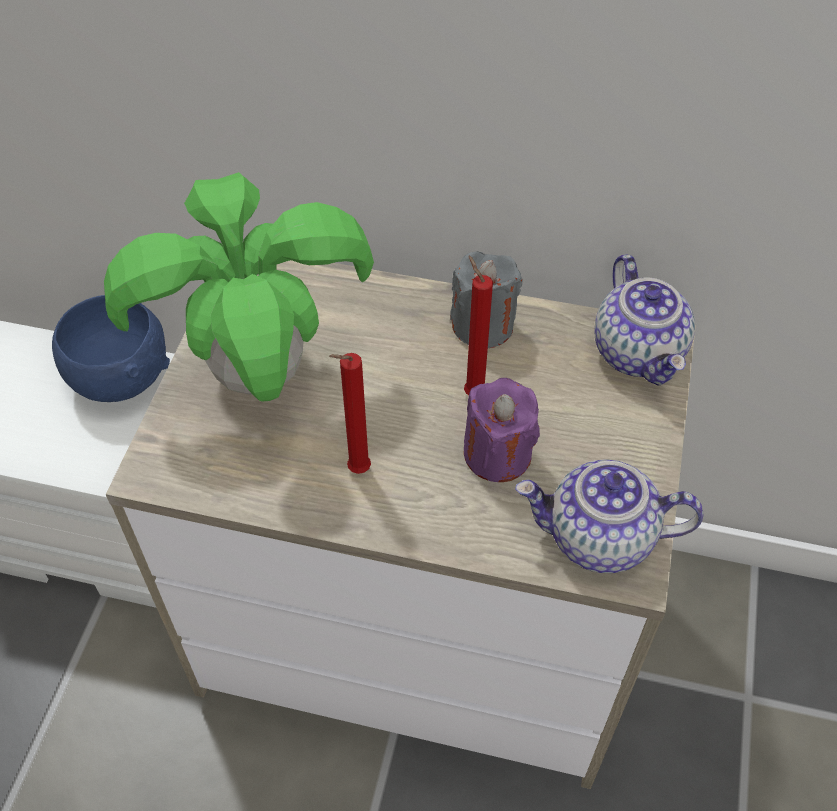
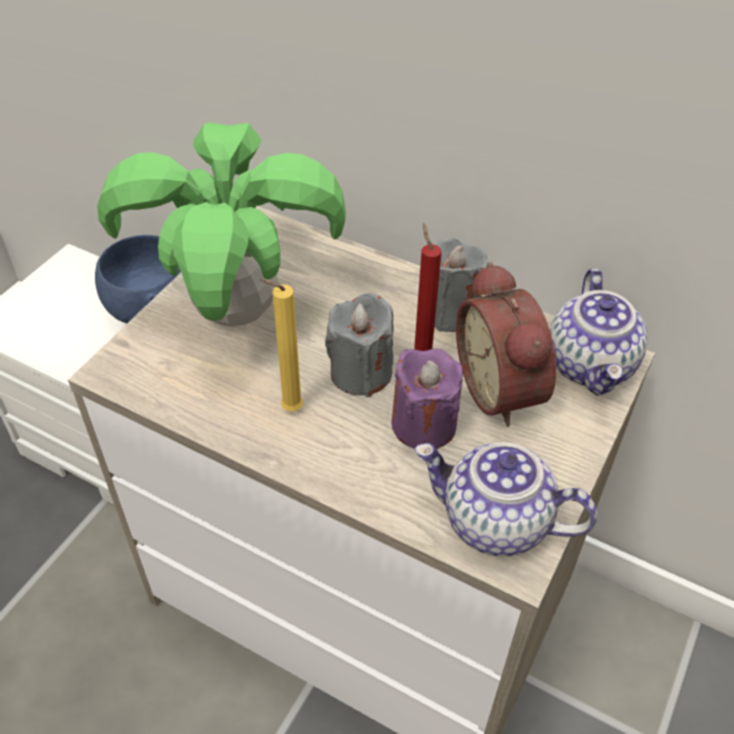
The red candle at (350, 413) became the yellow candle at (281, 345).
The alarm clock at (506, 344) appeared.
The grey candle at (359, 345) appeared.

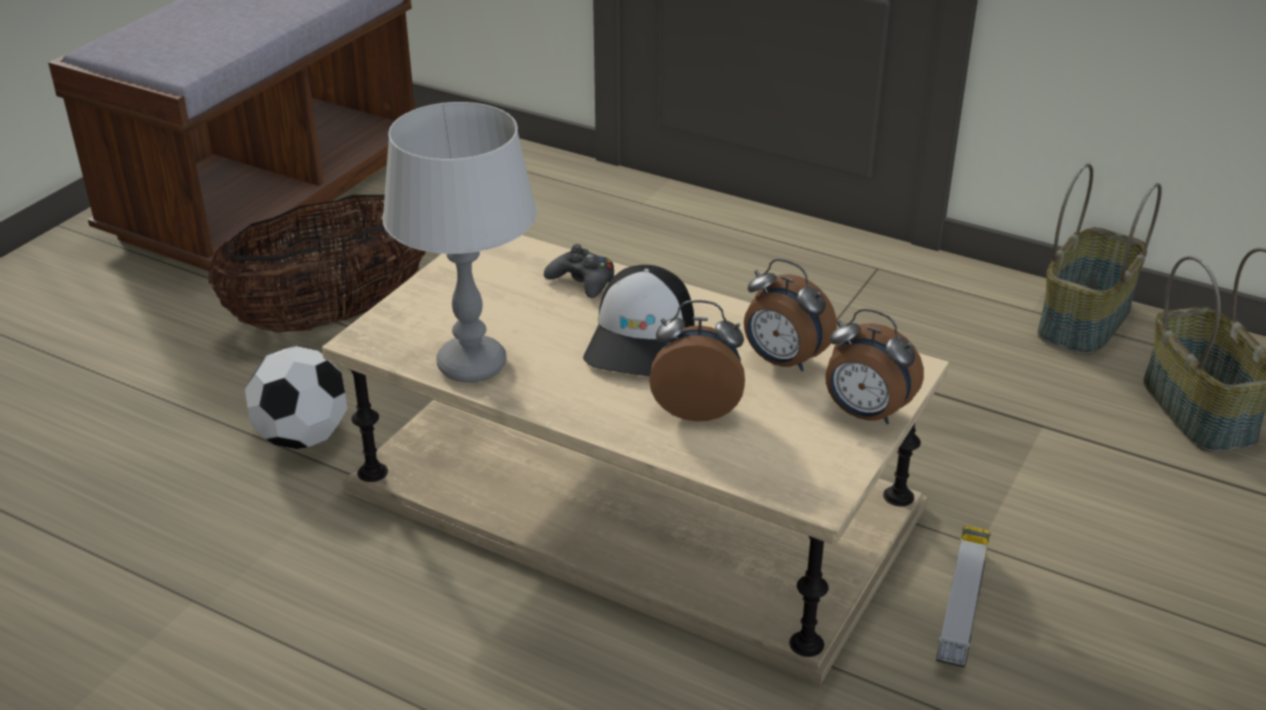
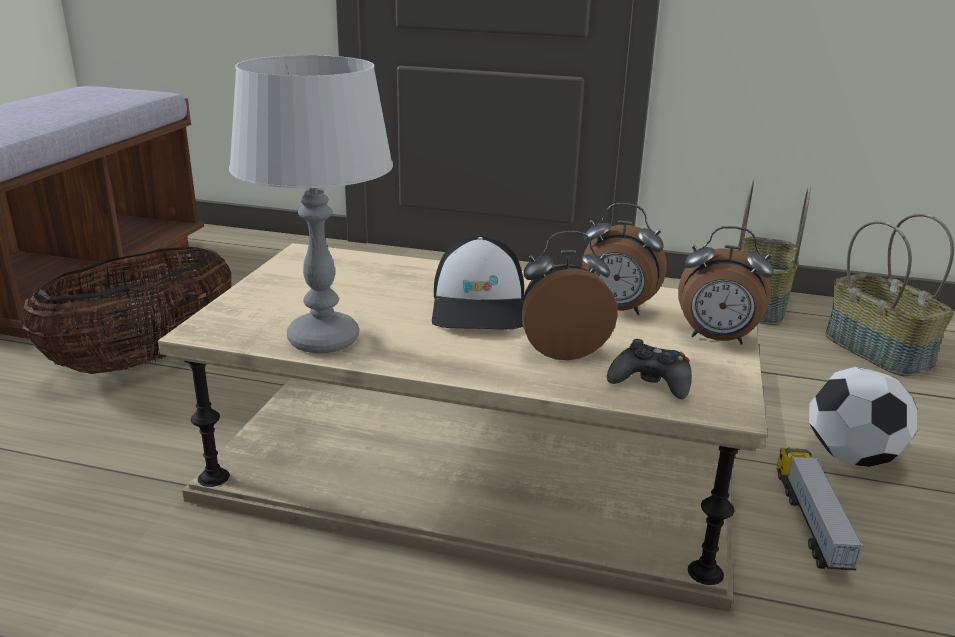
The black game controller moved from (579, 271) to (649, 369).
The football moved from (296, 397) to (863, 417).

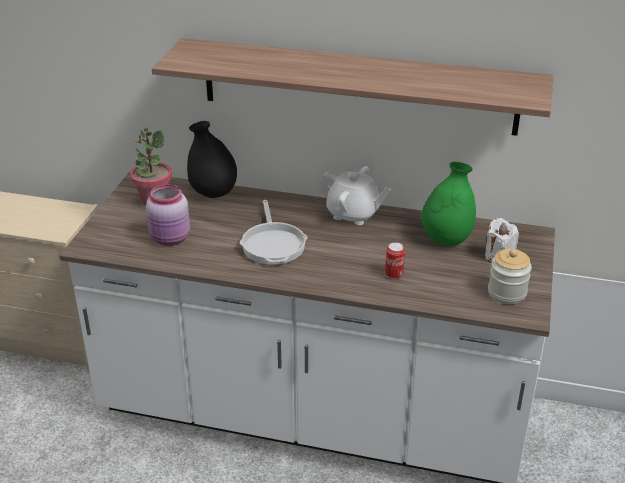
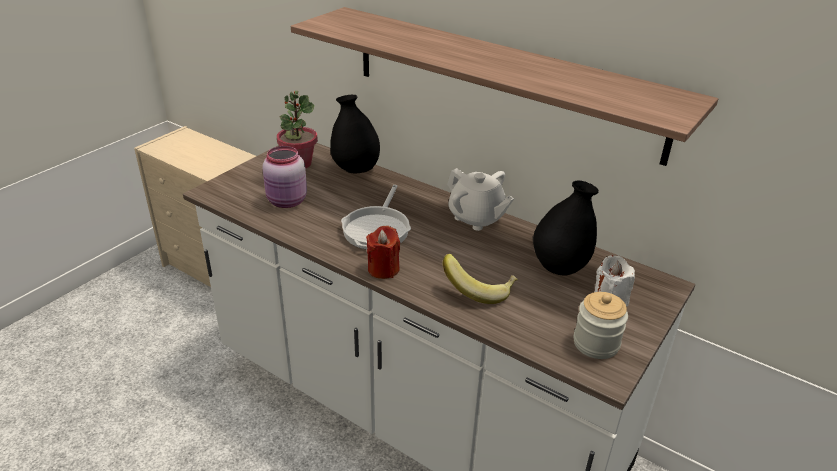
The green vase at (448, 204) became the black vase at (566, 228).
The can at (395, 260) was replaced by the banana at (480, 279).
The red candle at (383, 252) appeared.

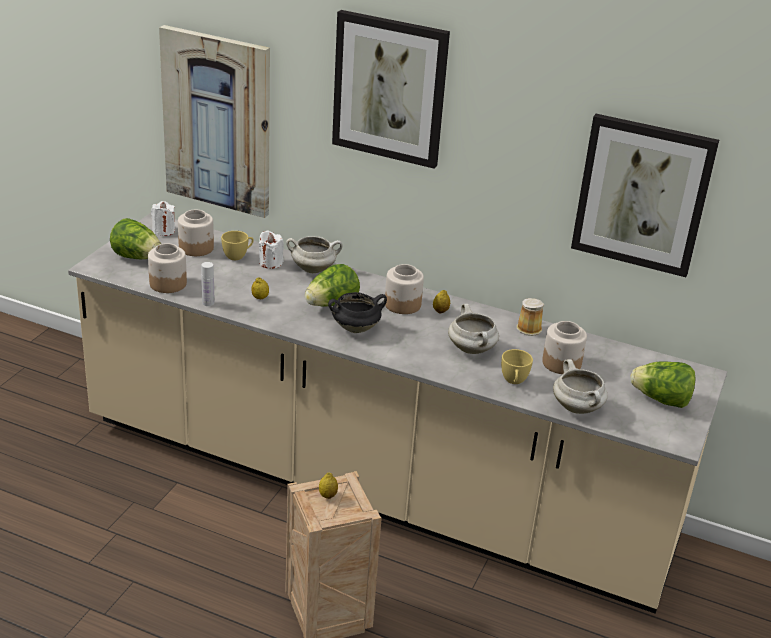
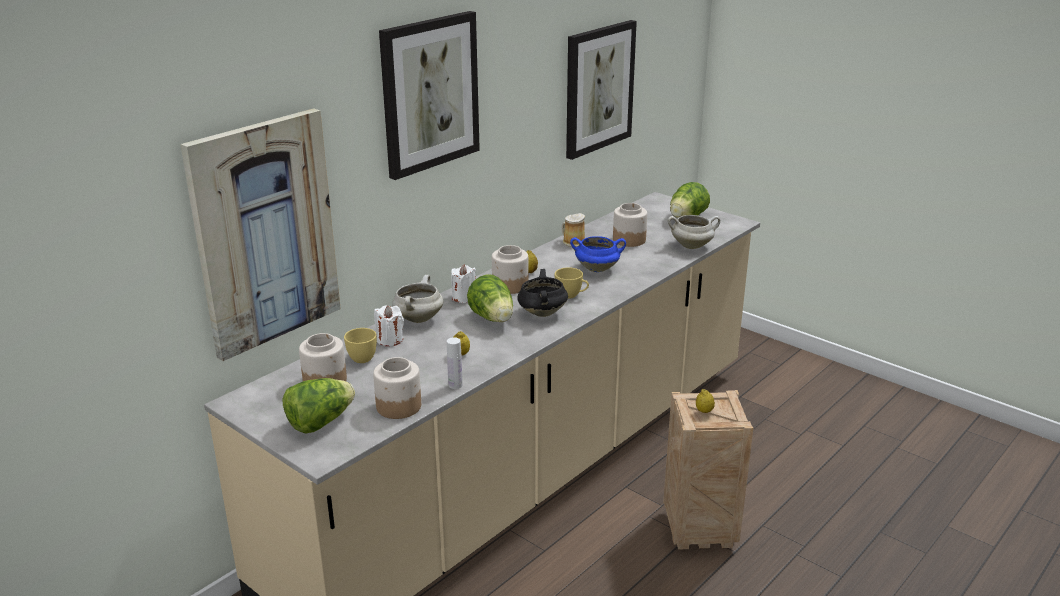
The white candle moved from (163, 218) to (463, 283).
The white cooking pot at (473, 329) became the blue cooking pot at (598, 254).
The yellow cup moved from (517, 366) to (572, 283).

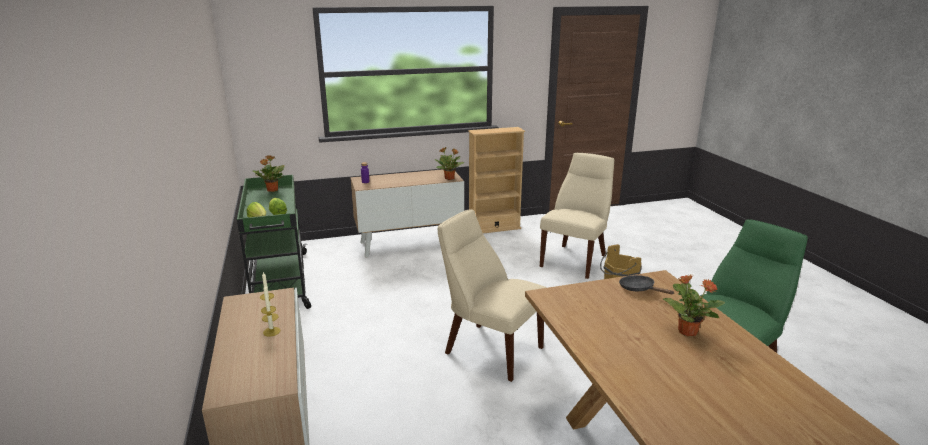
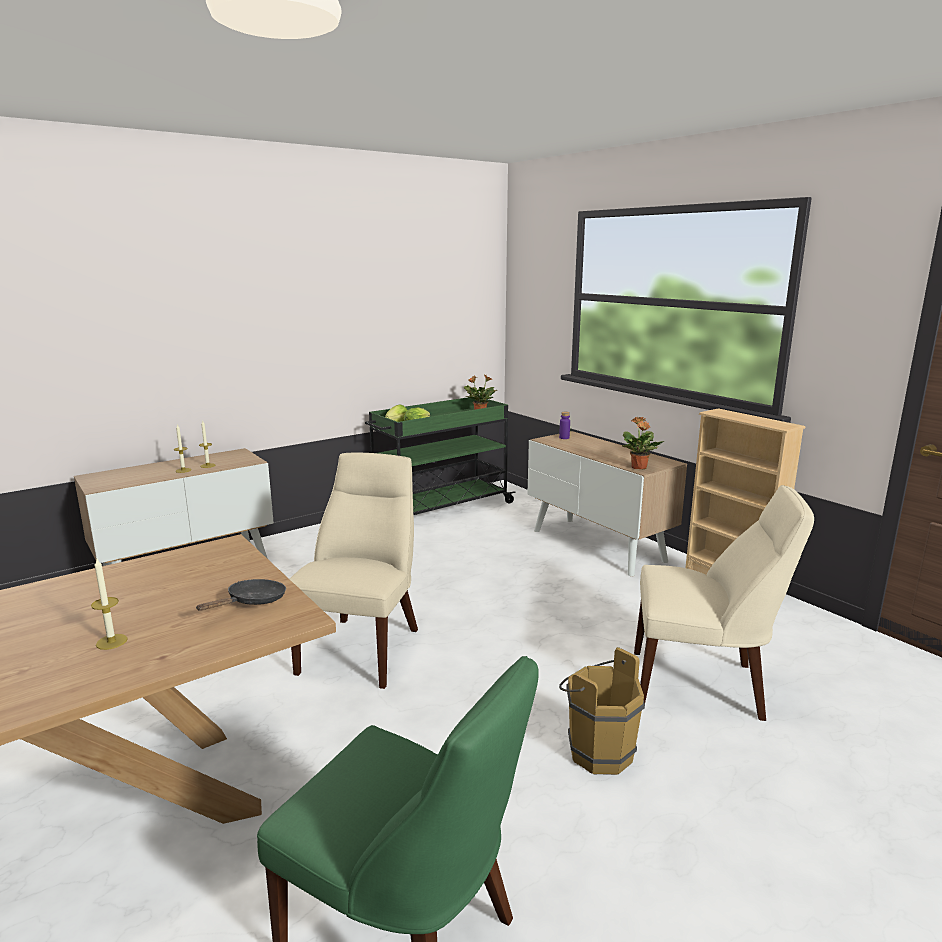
The potted plant at (694, 305) was replaced by the candle at (109, 604).

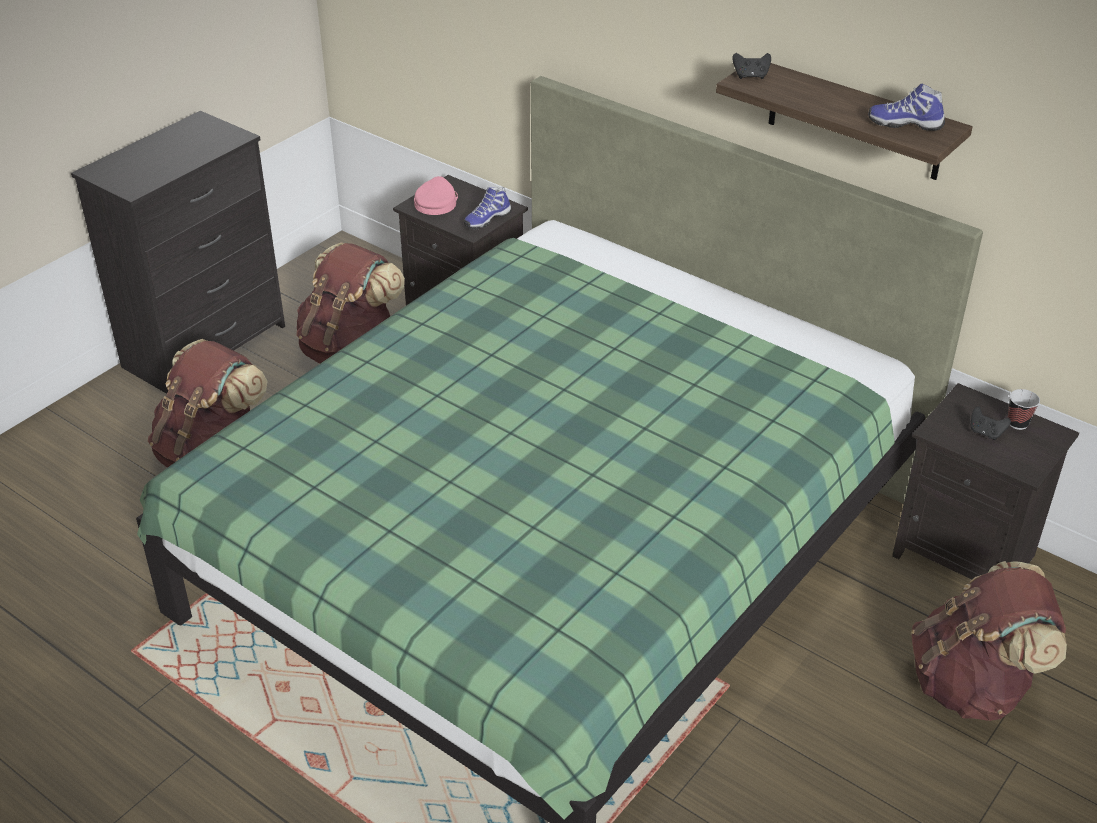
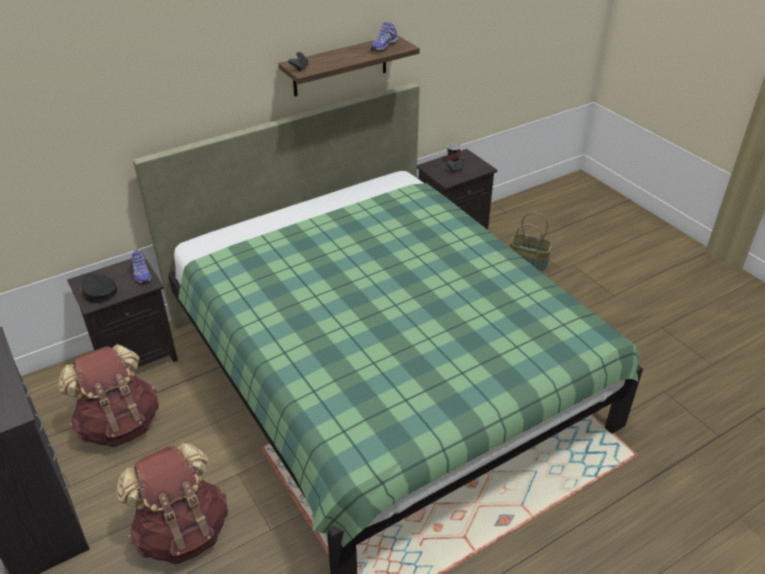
The pink cap at (436, 195) became the black cap at (98, 288).
The brown backpack at (989, 641) was replaced by the basket at (531, 241).

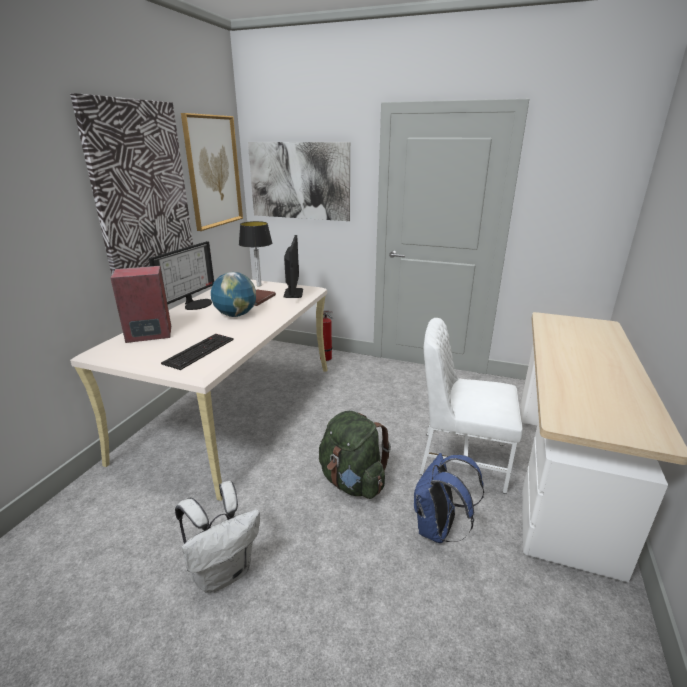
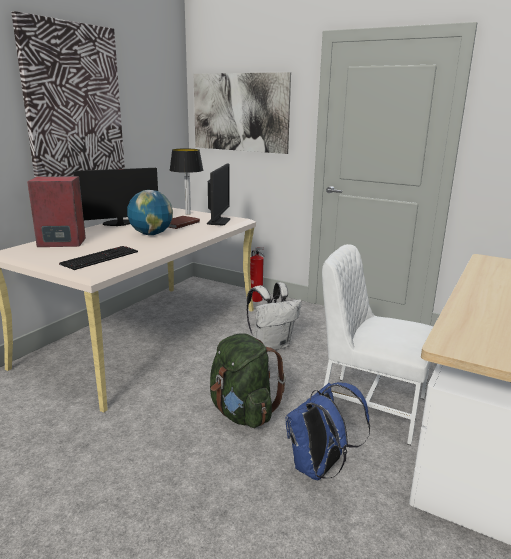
The picture at (212, 172) disappeared.
The monitor at (181, 275) turned 150 degrees counterclockwise.
The white backpack moved from (217, 537) to (274, 317).

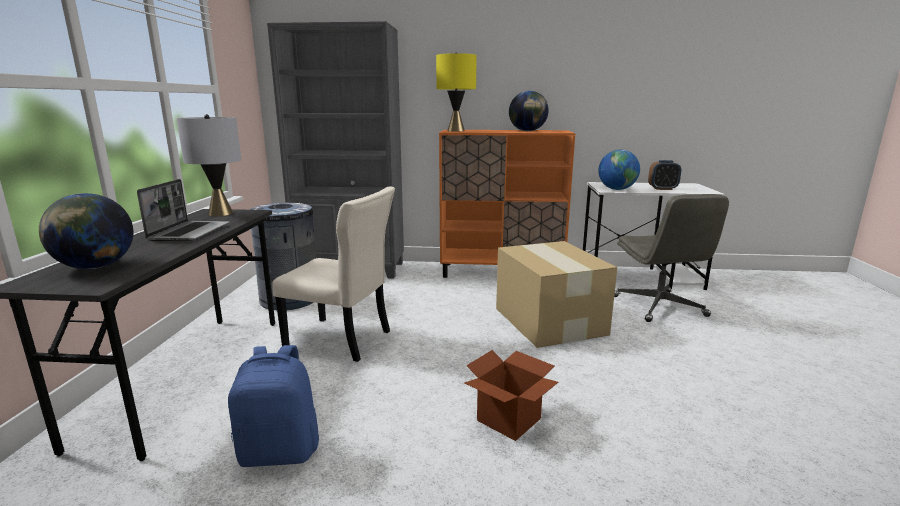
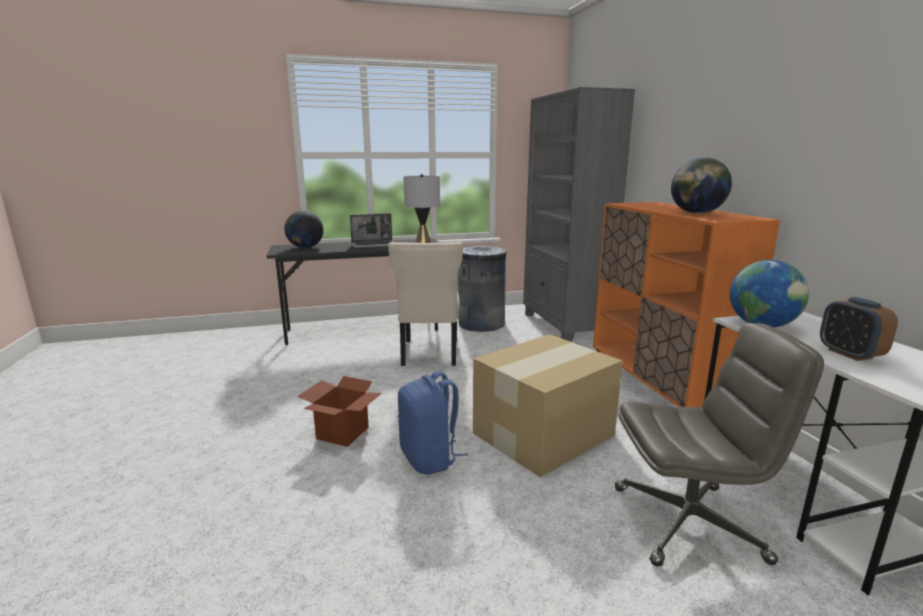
The yellow table lamp at (456, 92) disappeared.
The grey office chair at (671, 258) turned 150 degrees counterclockwise.
The blue backpack moved from (273, 406) to (433, 422).

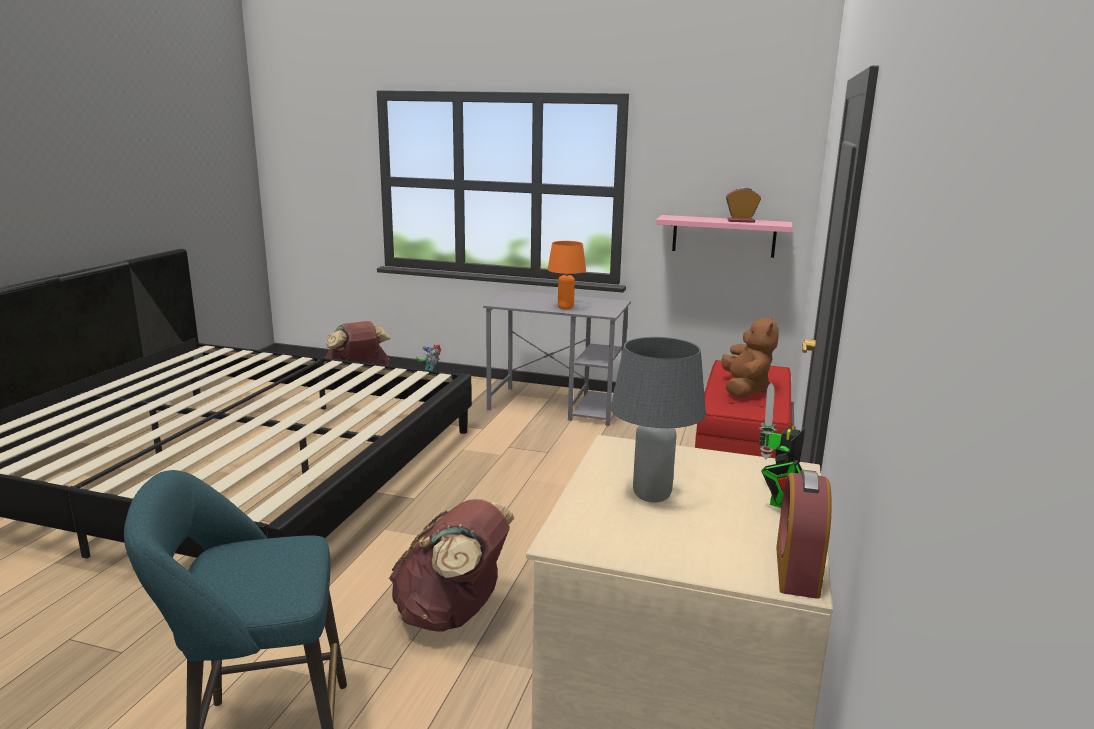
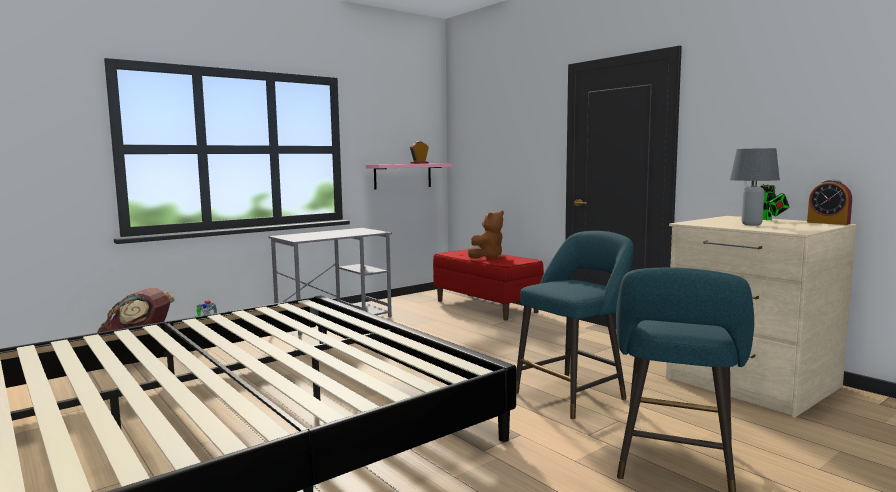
The orange table lamp at (566, 275) disappeared.
The brown plush toy at (750, 356) turned 90 degrees clockwise.
The brown backpack at (451, 565) was replaced by the turquoise stool at (575, 325).

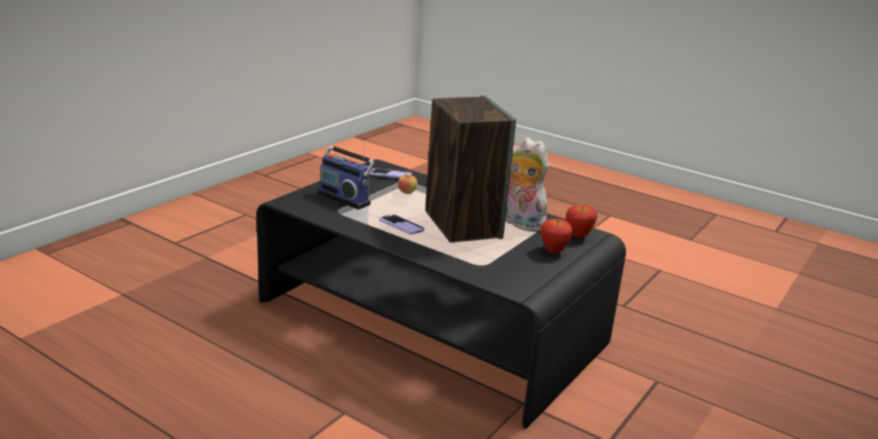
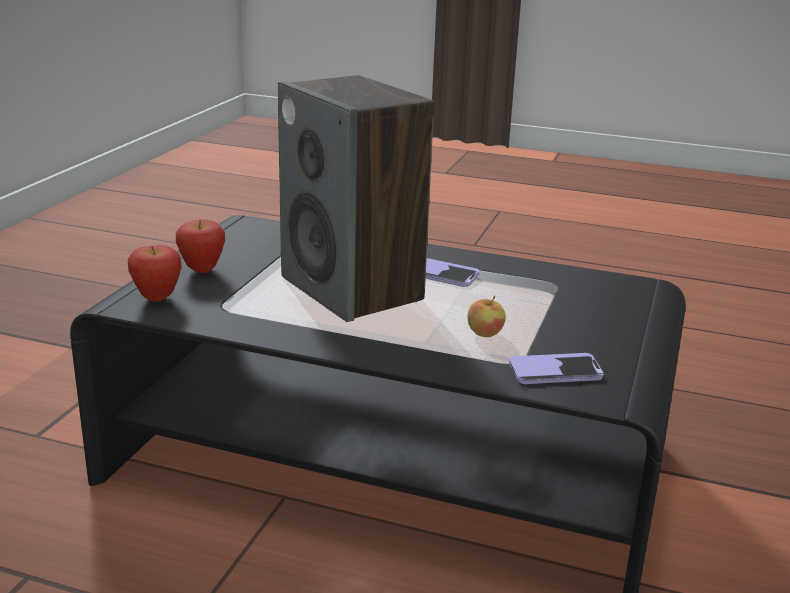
The radio at (346, 173) disappeared.
The plush toy at (527, 185) disappeared.

